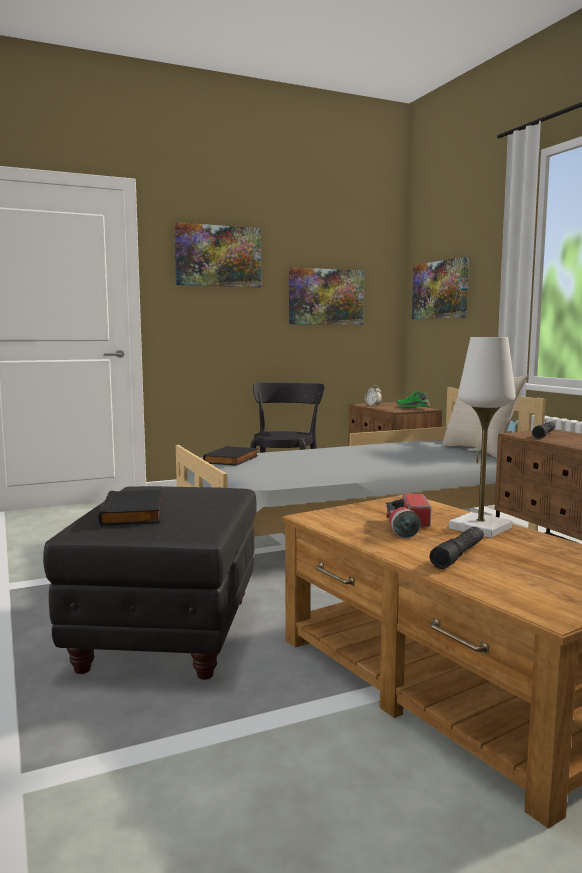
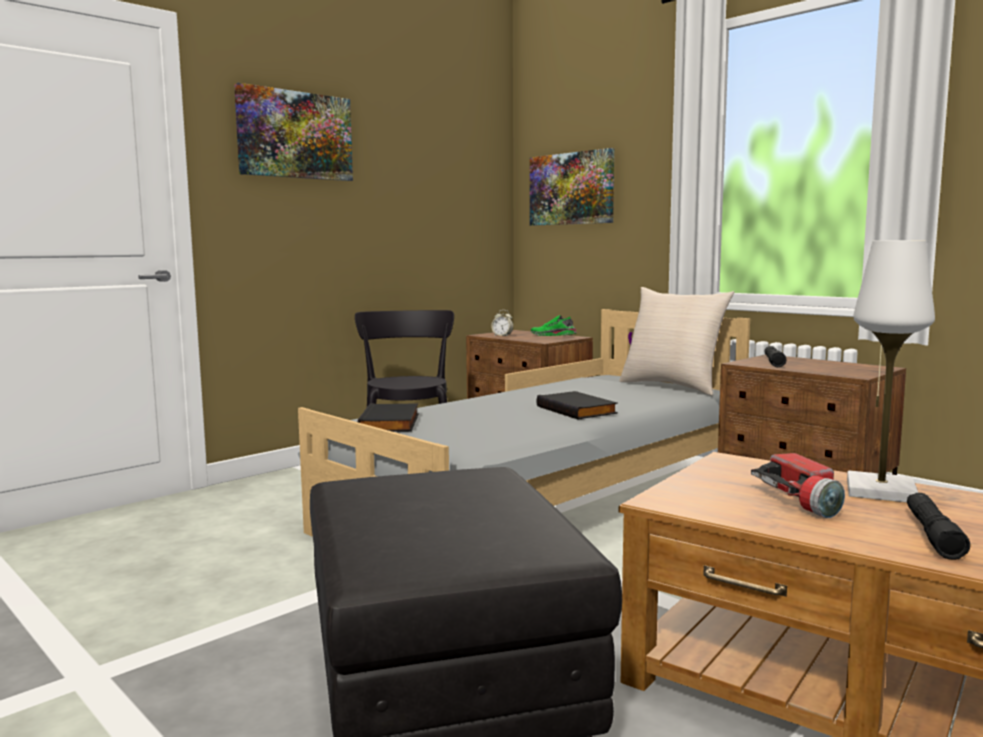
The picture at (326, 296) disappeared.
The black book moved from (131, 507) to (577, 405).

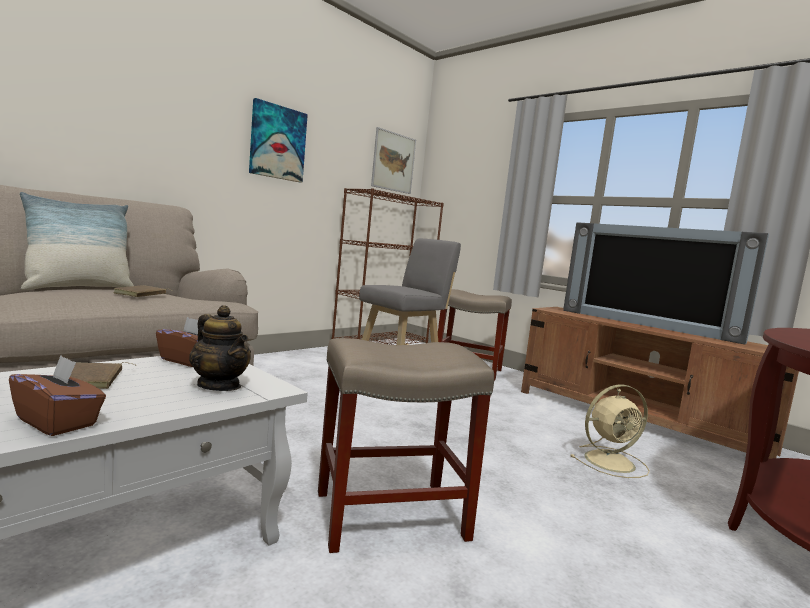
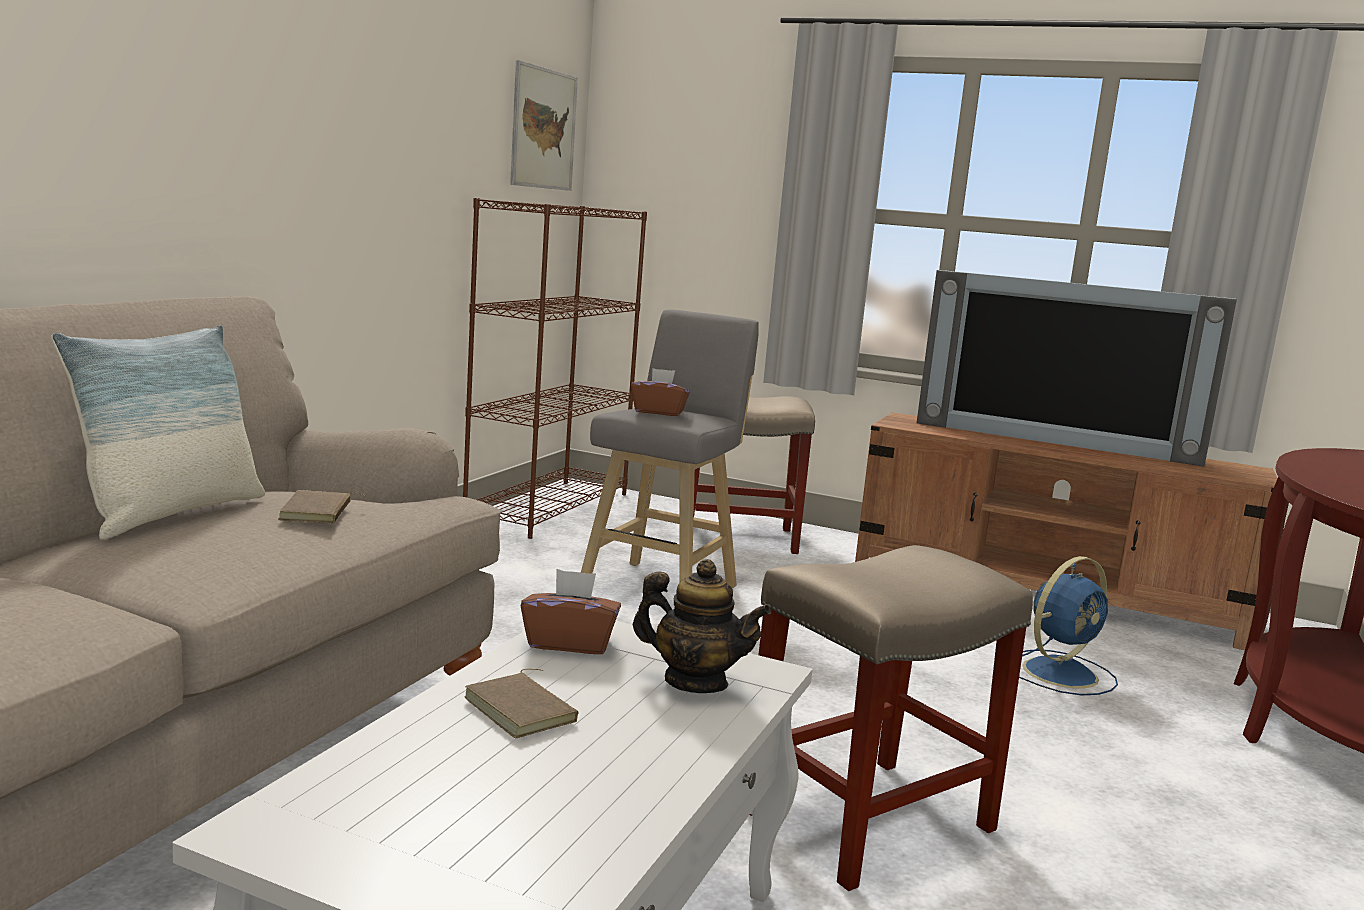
The picture at (278, 140) disappeared.
The brown tissue box moved from (57, 395) to (660, 392).
The beige fan at (610, 431) became the blue fan at (1068, 626).

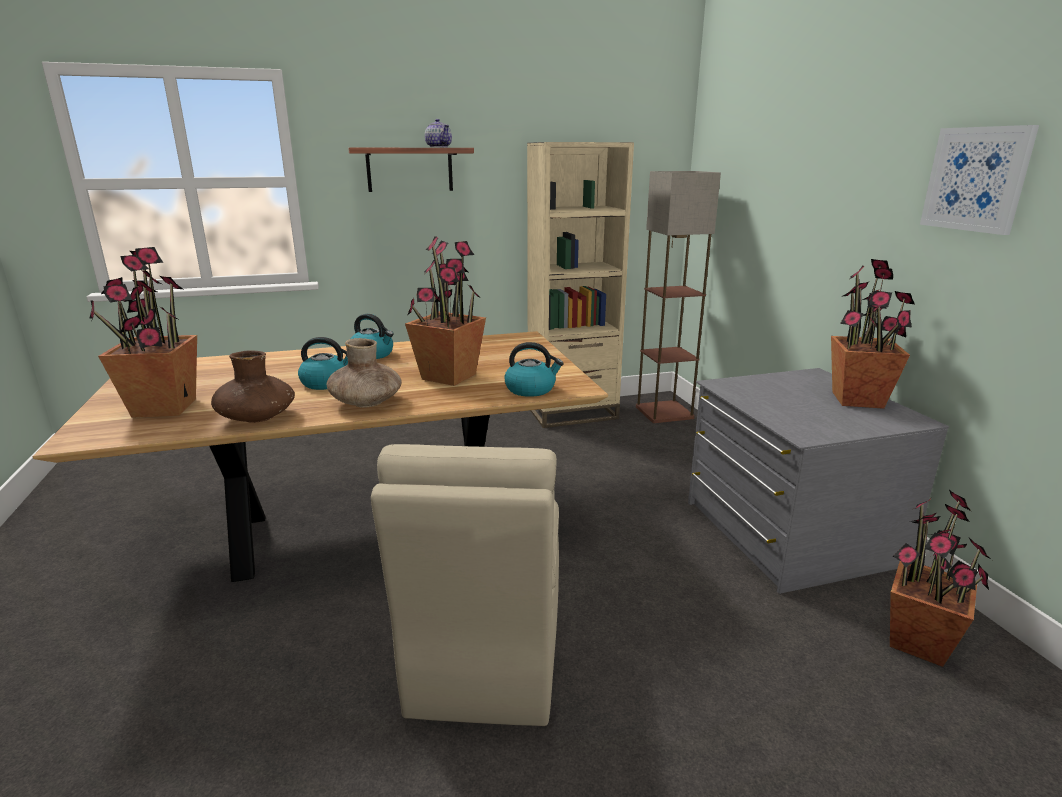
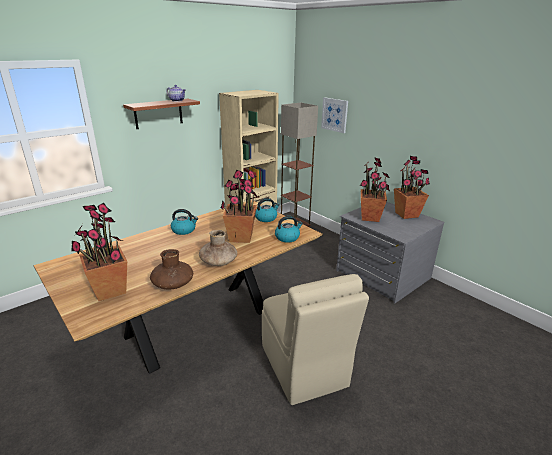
The picture moved from (979, 180) to (334, 115).
The kettle moved from (323, 363) to (267, 210).
The potted plant moved from (941, 578) to (375, 189).

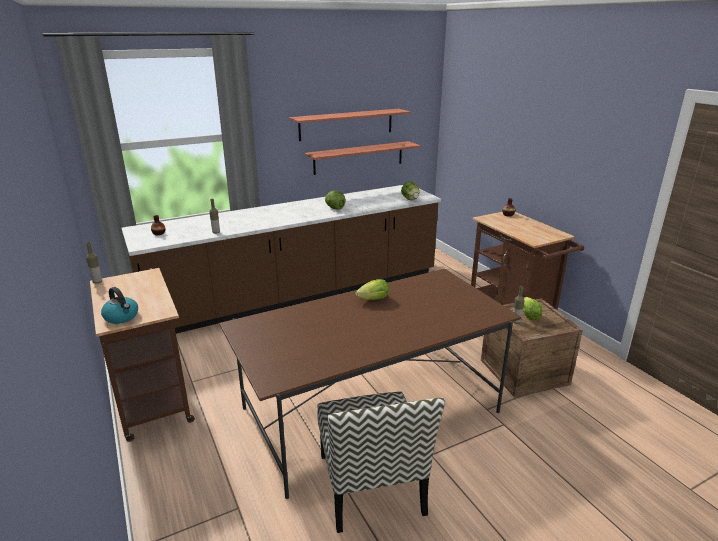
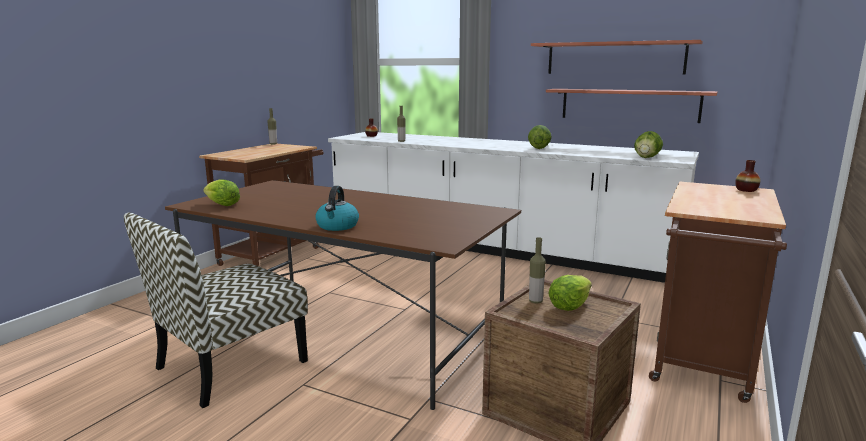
The brown counter at (281, 259) became the white counter at (513, 207).
The lettuce moved from (372, 289) to (221, 192).
The kettle moved from (119, 305) to (337, 208).

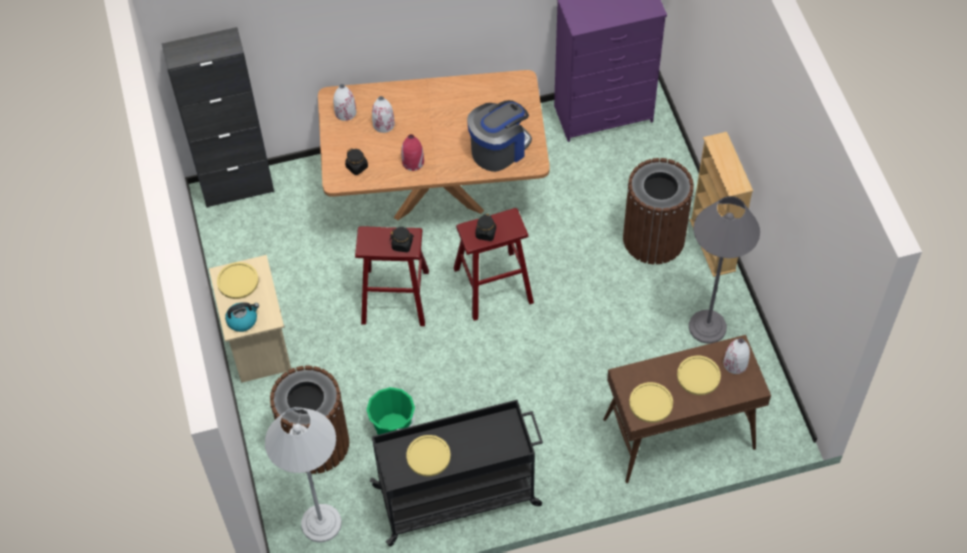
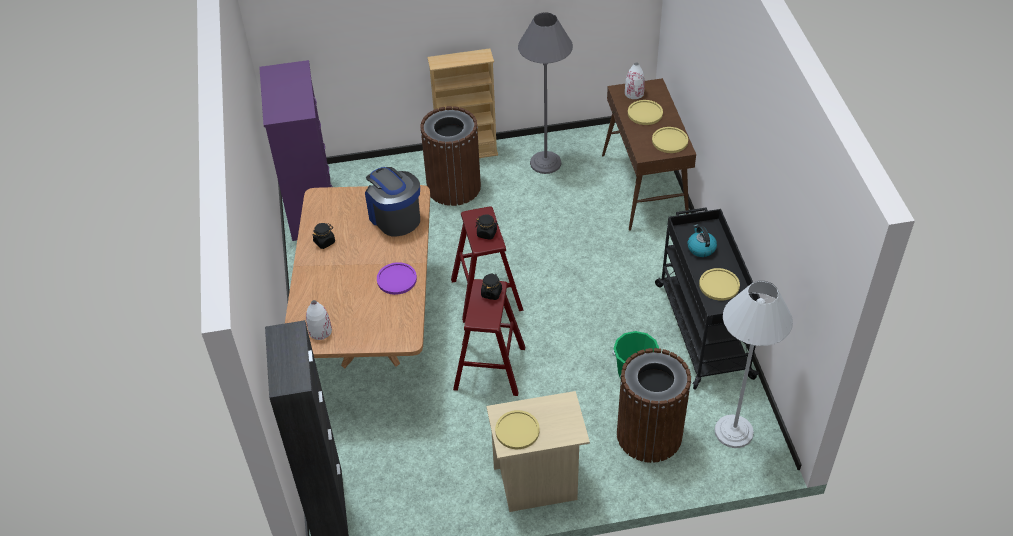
The white vase at (383, 114) disappeared.
The red vase at (412, 152) was replaced by the purple plate at (397, 278).
The black jar moved from (356, 161) to (324, 236).
The kettle moved from (242, 317) to (702, 240).

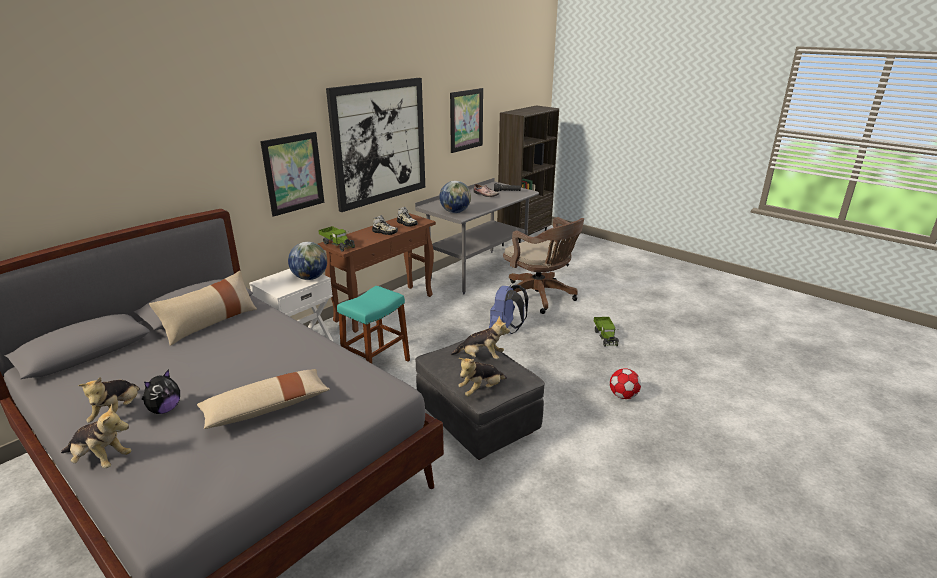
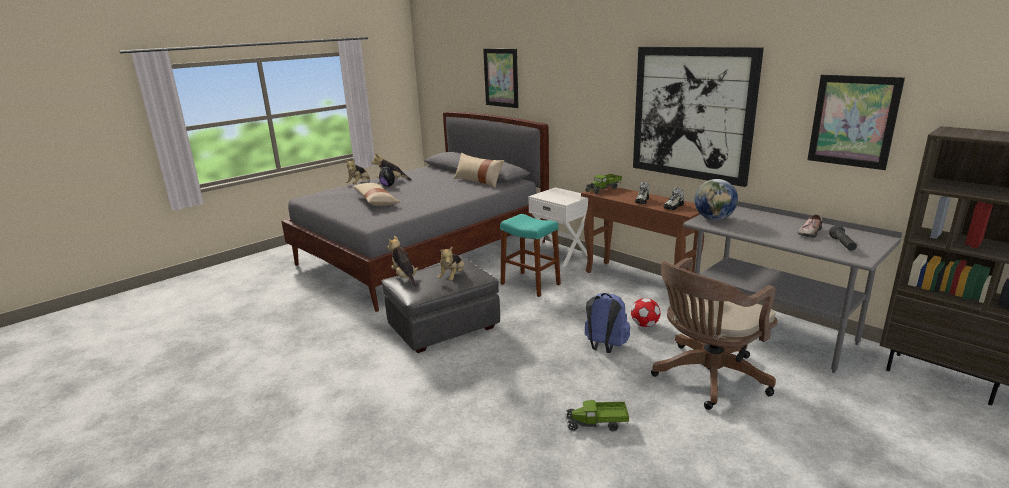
The picture moved from (292, 174) to (501, 78).
The globe at (307, 261) disappeared.
The football moved from (625, 383) to (645, 312).

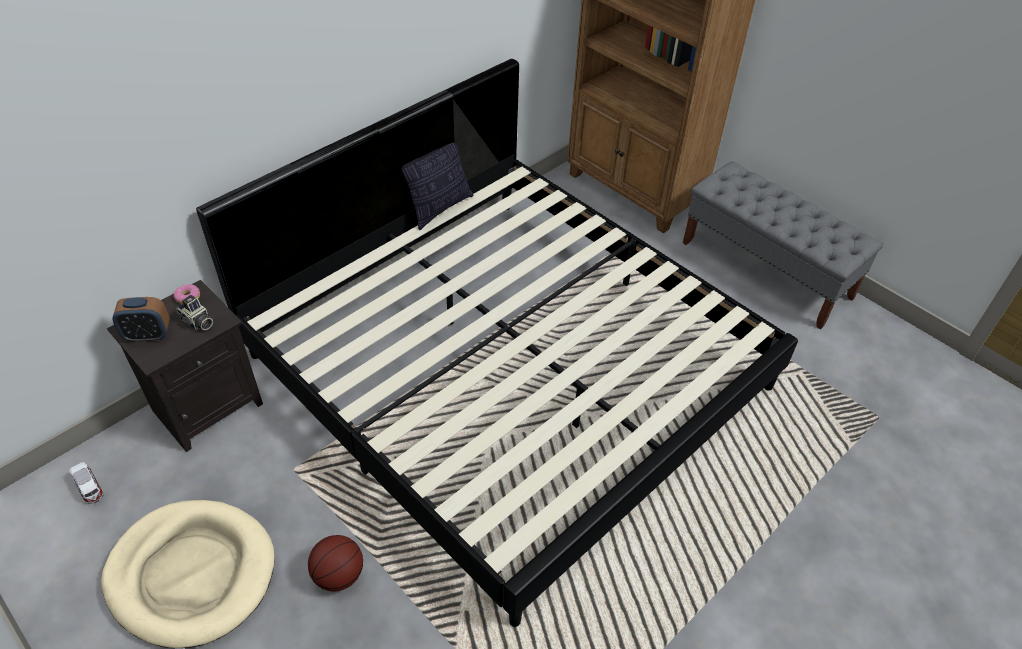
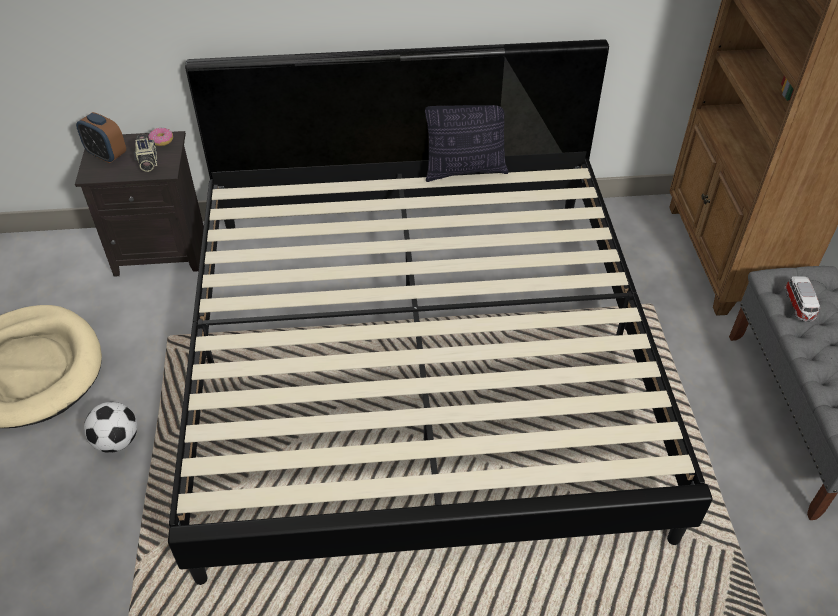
The toy car moved from (87, 483) to (802, 299).
The basketball at (335, 563) was replaced by the football at (110, 427).

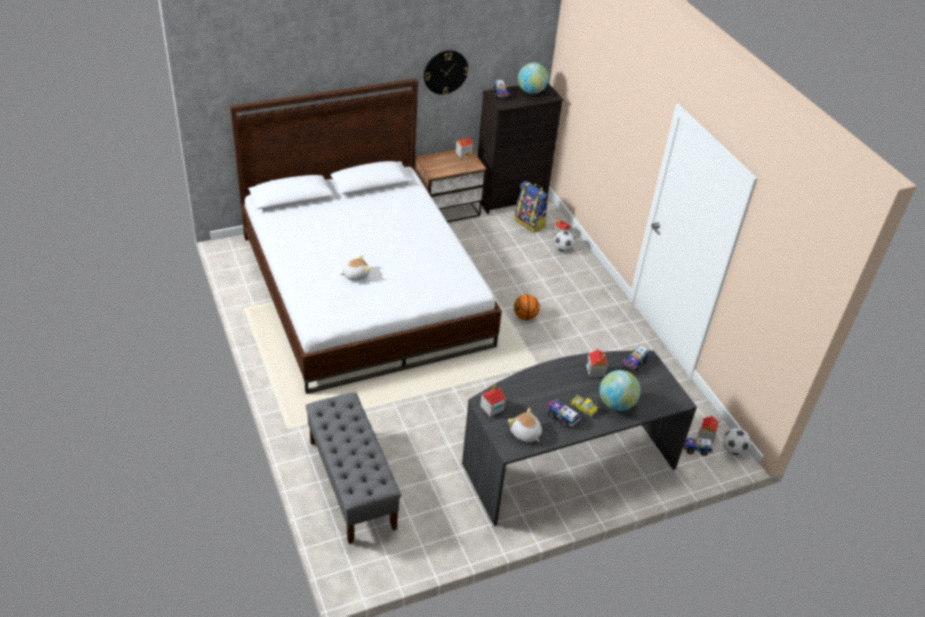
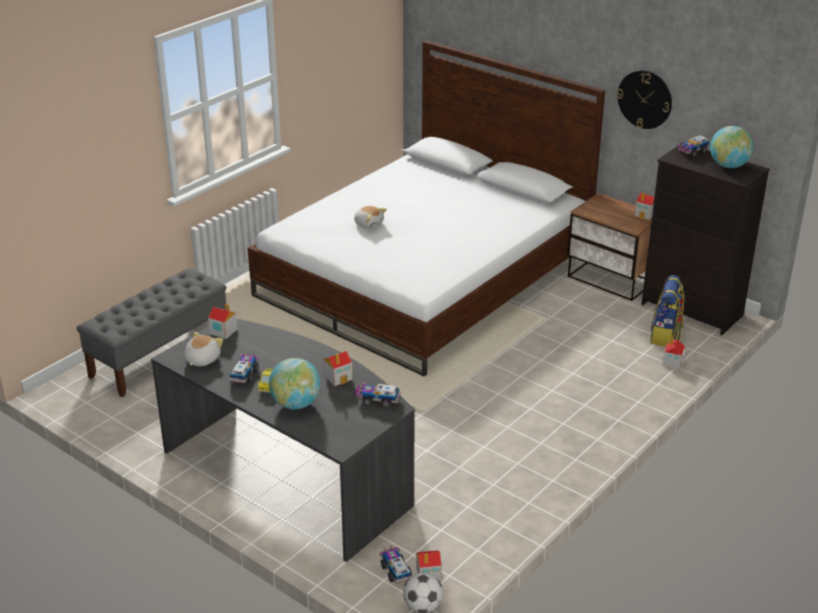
The football at (565, 241) disappeared.
The basketball at (527, 307) disappeared.

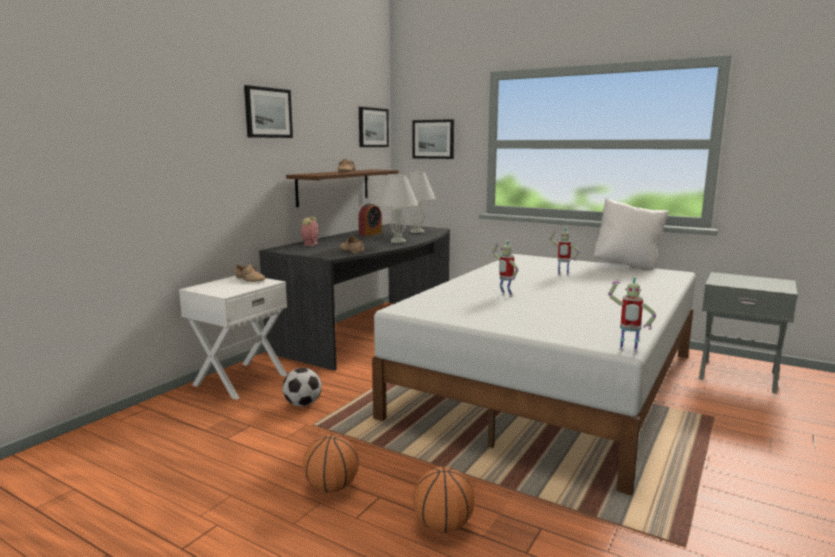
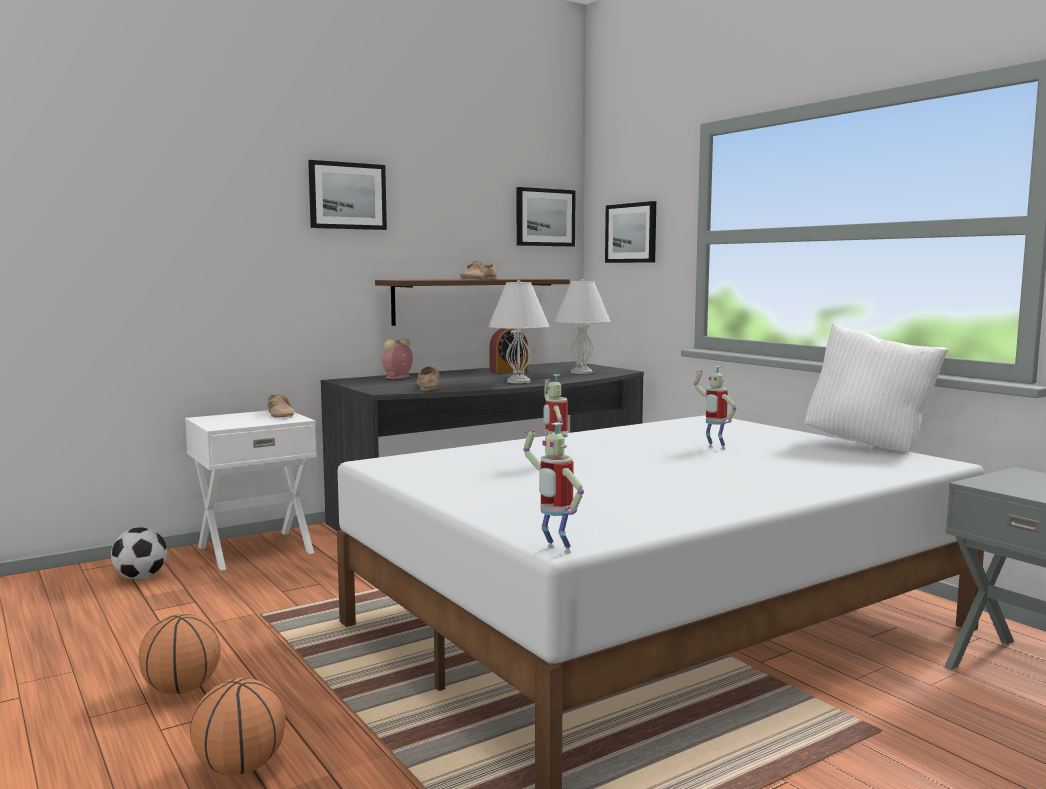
The football moved from (302, 387) to (139, 553).

